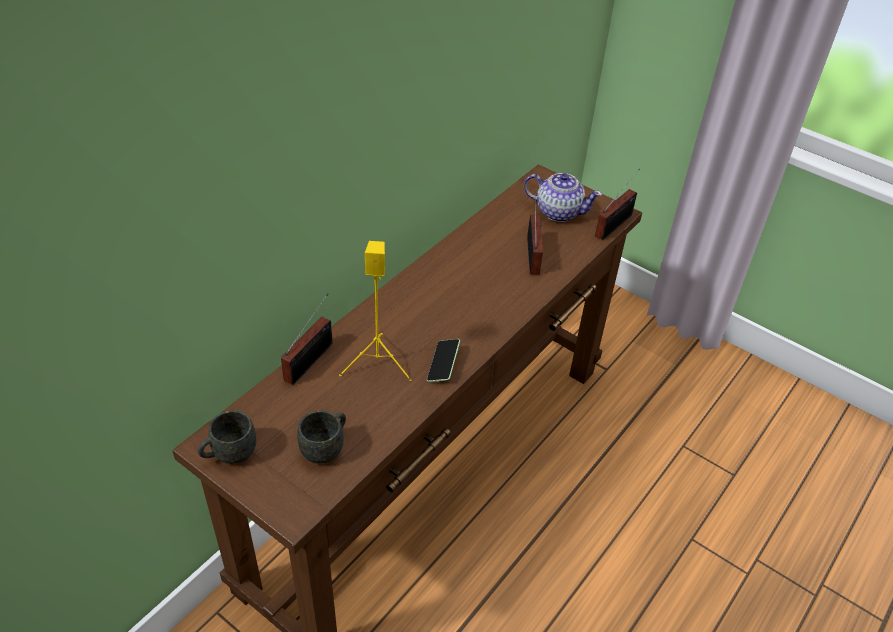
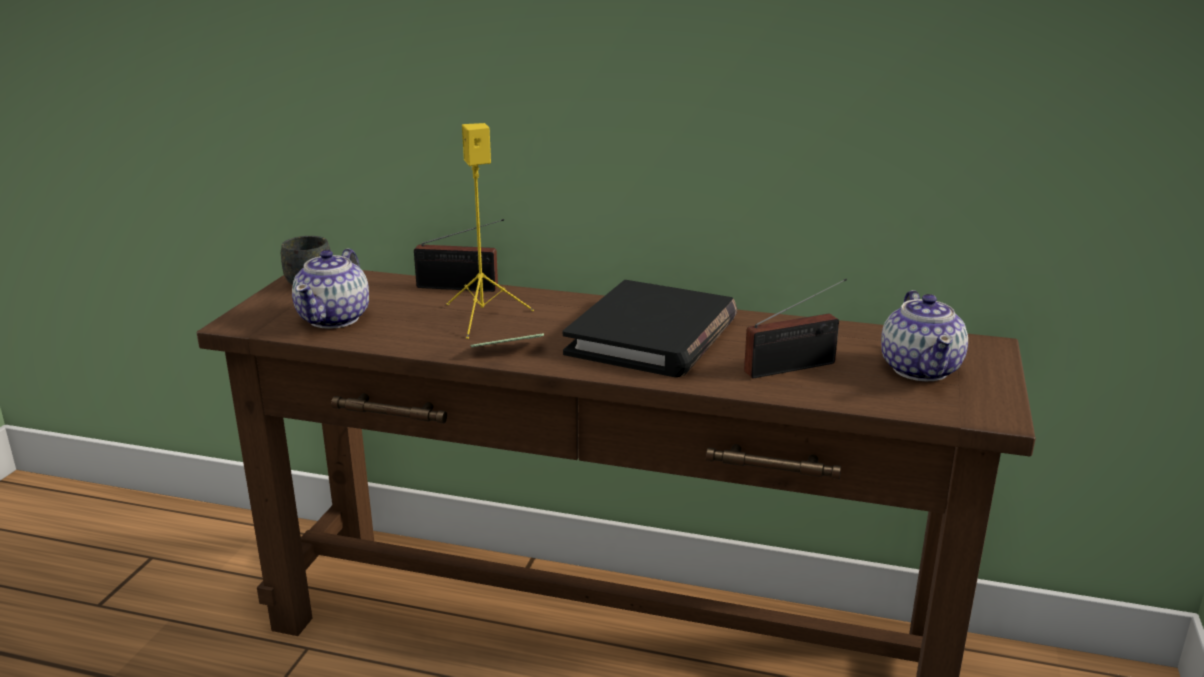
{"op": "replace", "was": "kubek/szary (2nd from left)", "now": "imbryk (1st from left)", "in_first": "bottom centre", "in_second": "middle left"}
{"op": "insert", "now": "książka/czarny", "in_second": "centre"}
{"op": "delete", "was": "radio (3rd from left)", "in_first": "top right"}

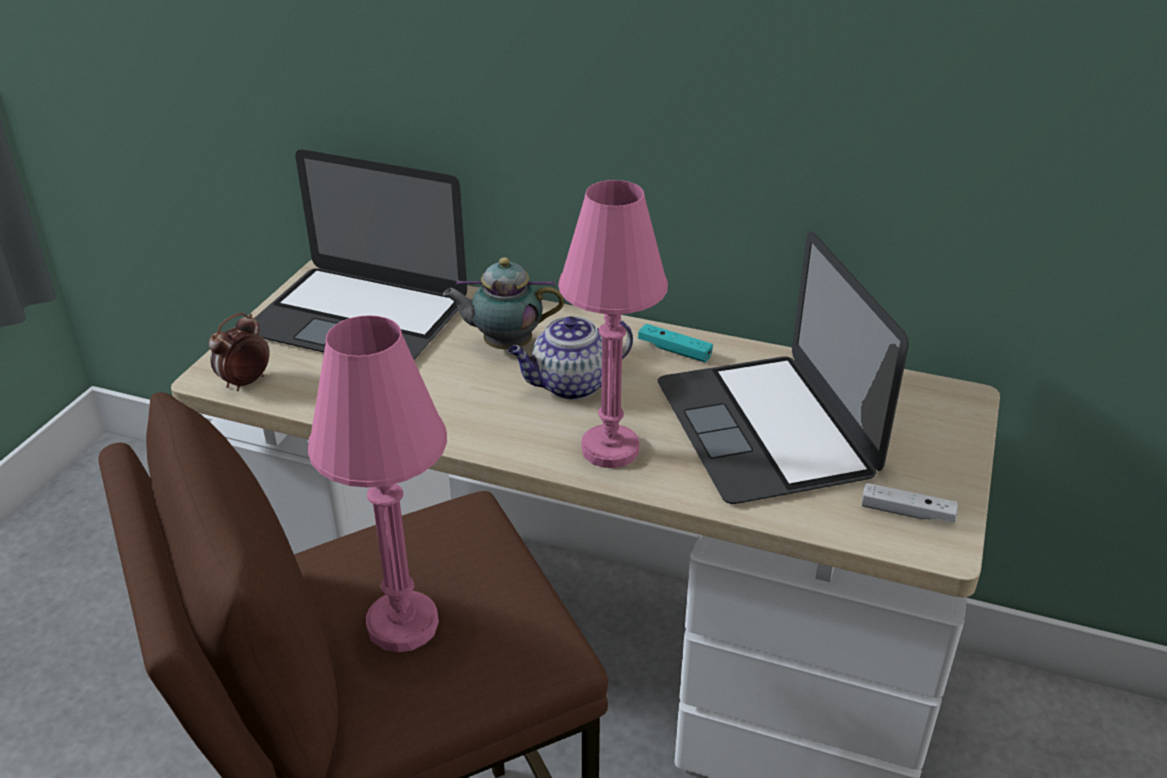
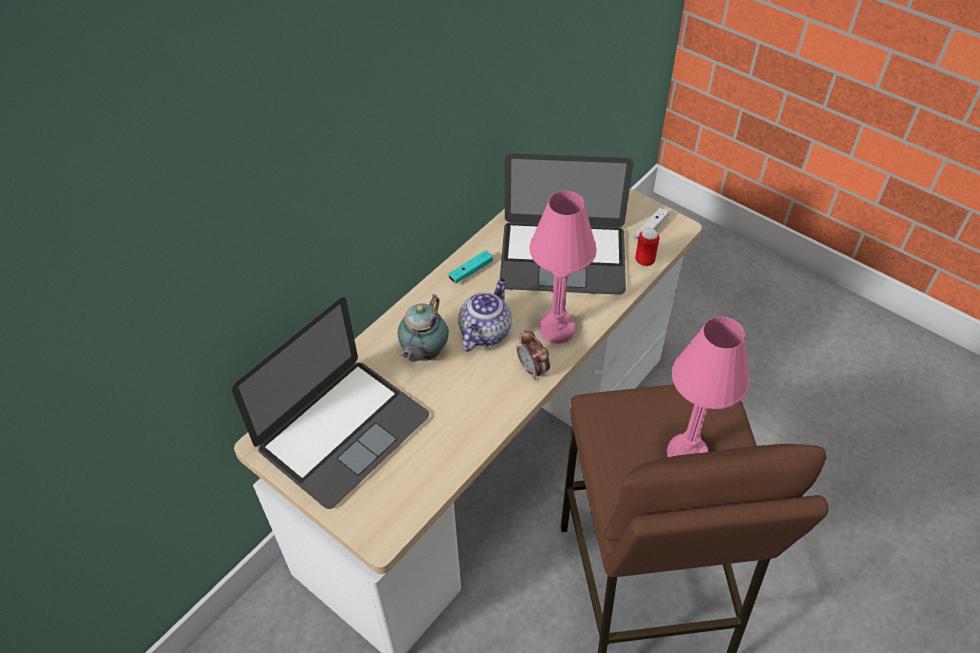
{"op": "rotate", "was": "imbryk (2nd from left)", "in_first": "centre", "in_second": "centre", "clockwise": -150}
{"op": "move", "was": "budzik", "in_first": "middle left", "in_second": "centre"}
{"op": "insert", "now": "puszka", "in_second": "centre"}

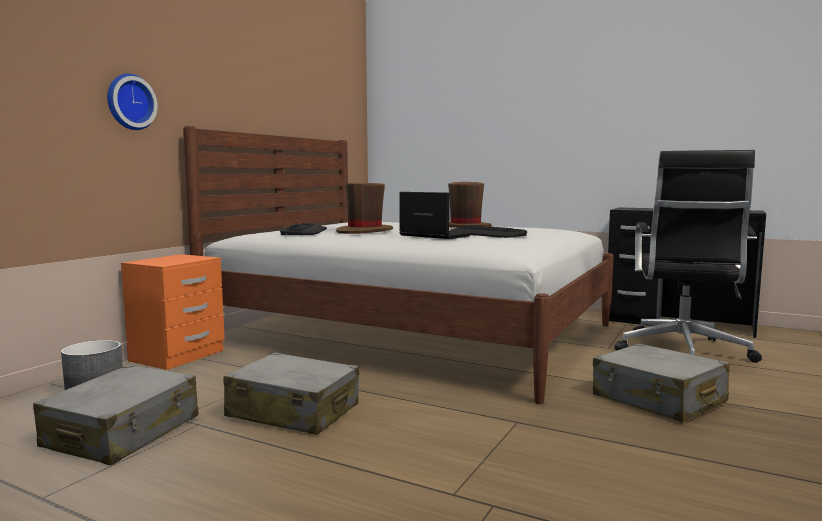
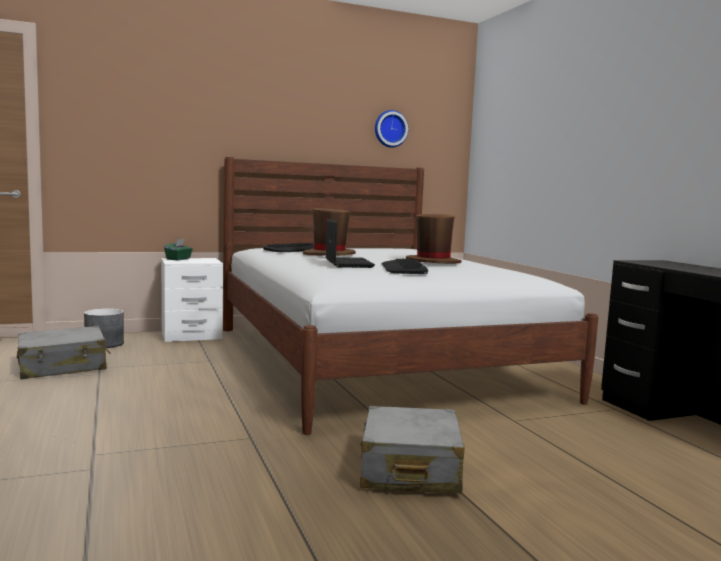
{"op": "recolor", "was": "szafka nocna/pomarańczowy", "now": "szafka nocna/biały", "in_first": "middle left", "in_second": "middle left"}
{"op": "insert", "now": "pudełko chusteczek/zielony", "in_second": "middle left"}
{"op": "move", "was": "zegar ścienny", "in_first": "top left", "in_second": "top centre"}
{"op": "delete", "was": "walizka/szary (2nd from left)", "in_first": "bottom centre"}
{"op": "delete", "was": "krzesło biurowe/czarny", "in_first": "middle right"}

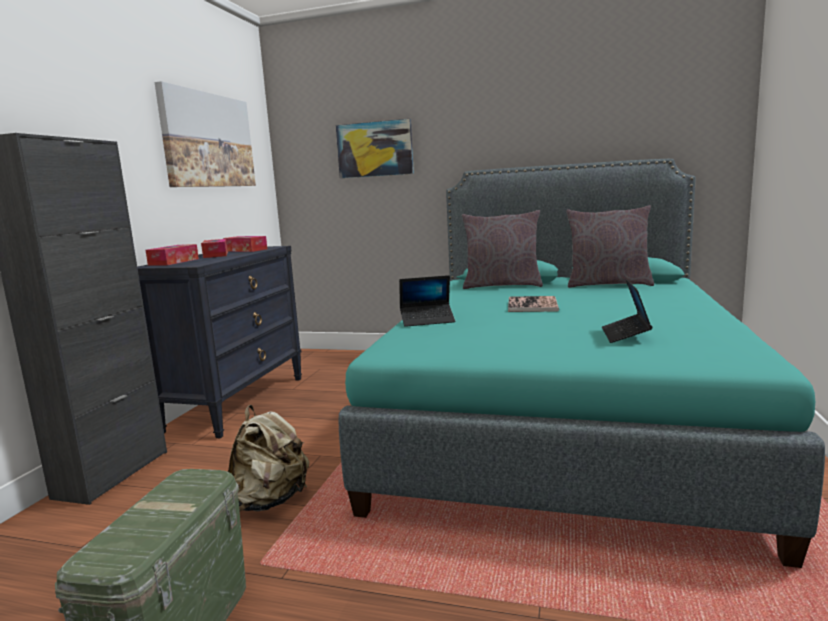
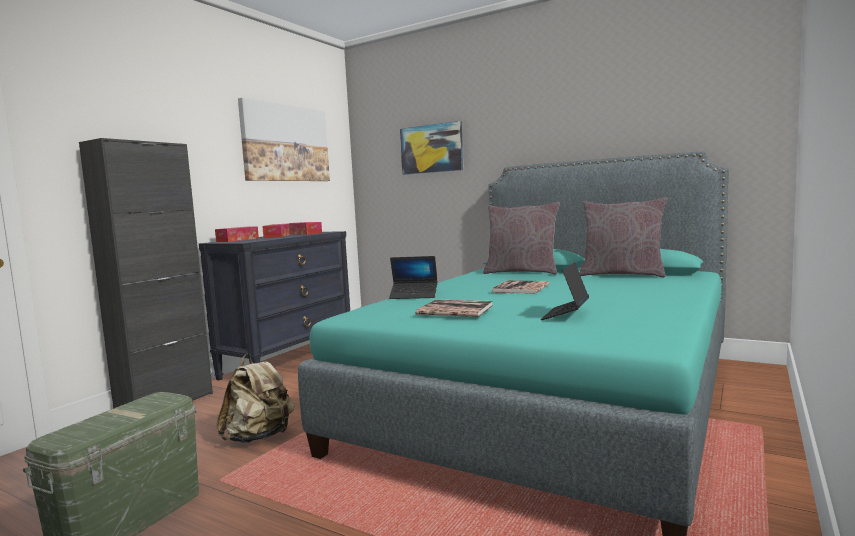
{"op": "insert", "now": "książka (1st from left)", "in_second": "centre"}

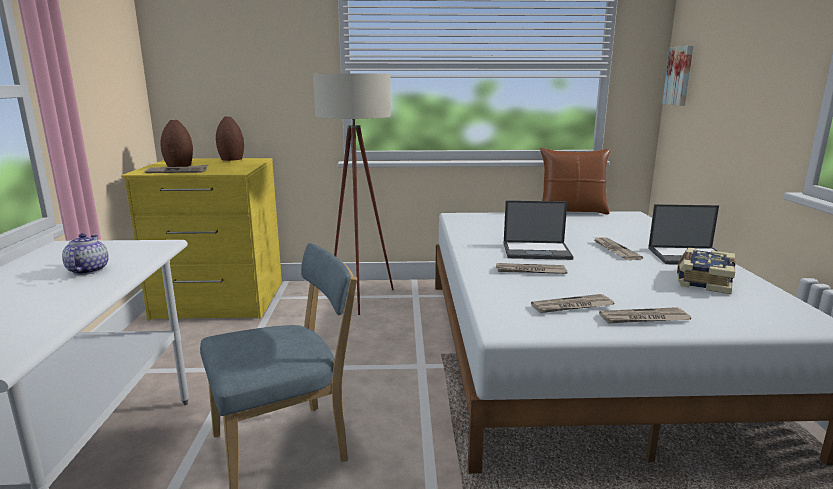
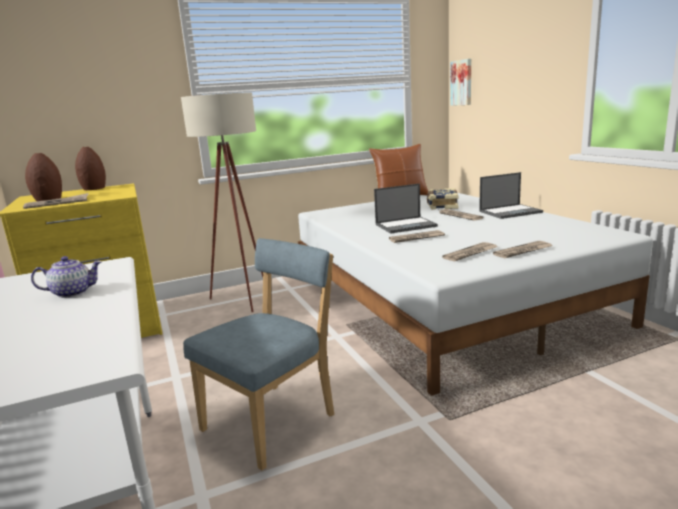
{"op": "rotate", "was": "imbryk", "in_first": "middle left", "in_second": "middle left", "clockwise": 105}
{"op": "move", "was": "książka", "in_first": "middle right", "in_second": "centre"}

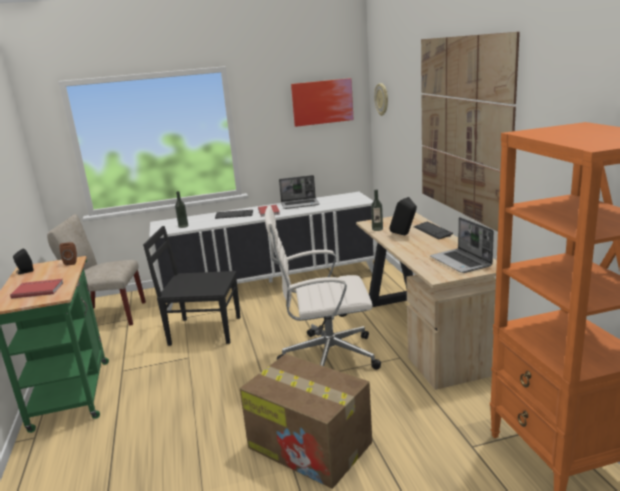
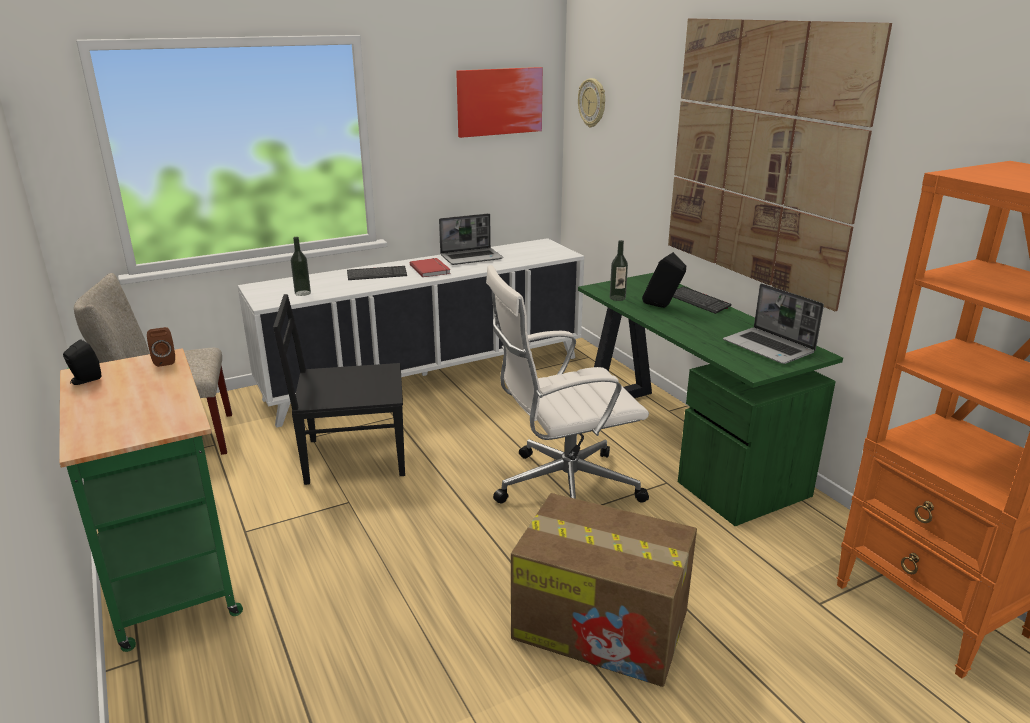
{"op": "recolor", "was": "biurko/beżowy", "now": "biurko/zielony", "in_first": "middle right", "in_second": "middle right"}
{"op": "delete", "was": "książka/czerwony (1st from left)", "in_first": "middle left"}

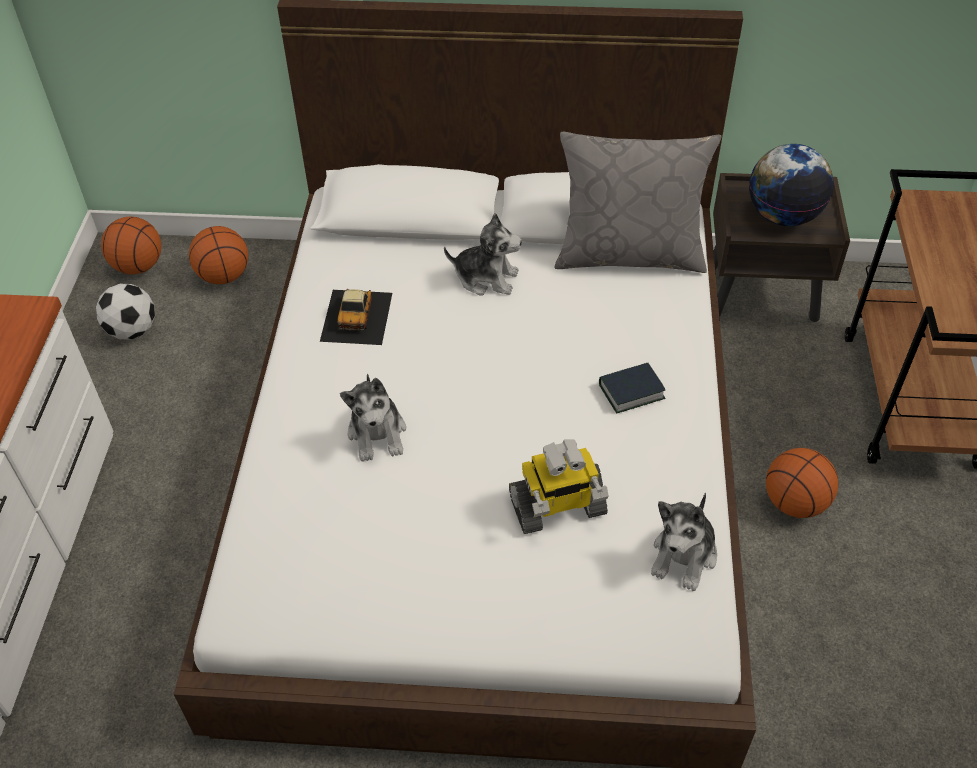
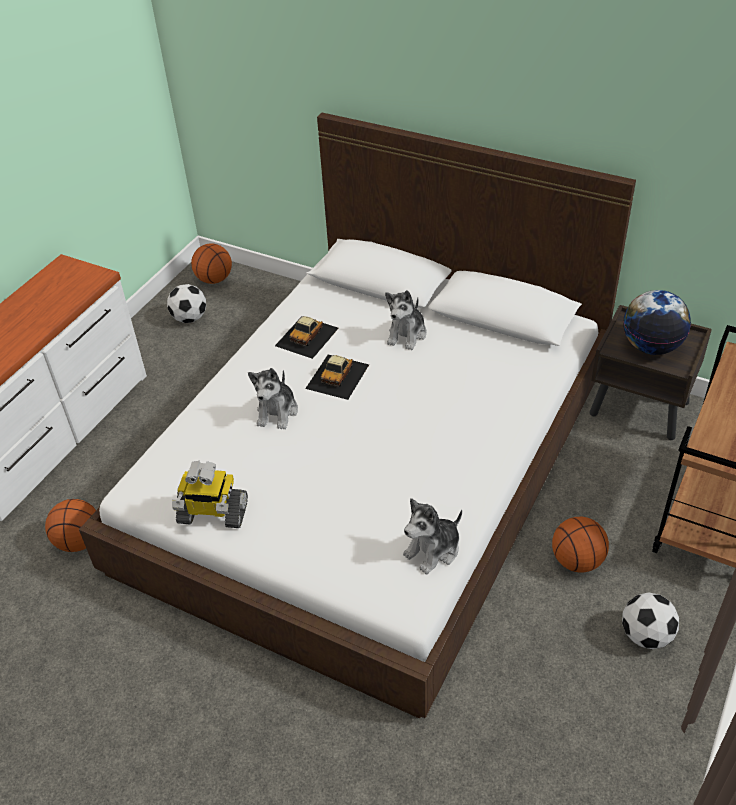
{"op": "move", "was": "piłka do koszykówki (2nd from left in the first image)", "now": "piłka do koszykówki (1st from left)", "in_first": "top left", "in_second": "middle left"}
{"op": "move", "was": "robot zabawkowy", "in_first": "centre", "in_second": "middle left"}
{"op": "insert", "now": "samochodzik (2nd from left)", "in_second": "centre"}
{"op": "rotate", "was": "pluszak (2nd from left)", "in_first": "top centre", "in_second": "centre", "clockwise": 75}
{"op": "insert", "now": "piłka futbolowa (2nd from left)", "in_second": "bottom right"}
{"op": "delete", "was": "poduszka/szary", "in_first": "top centre"}
{"op": "delete", "was": "książka", "in_first": "centre"}

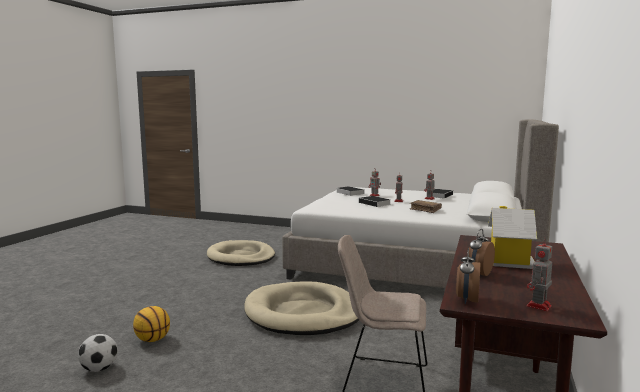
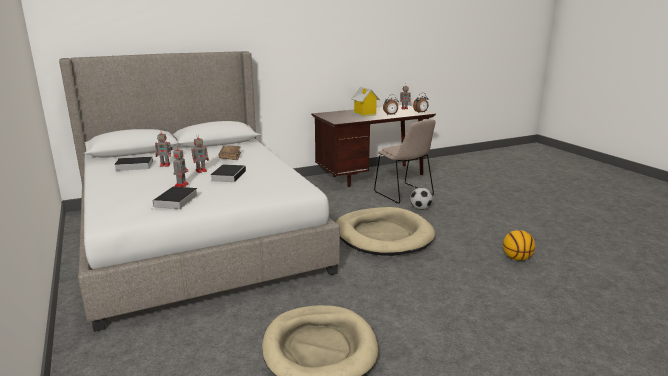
{"op": "move", "was": "piłka futbolowa", "in_first": "bottom left", "in_second": "centre"}

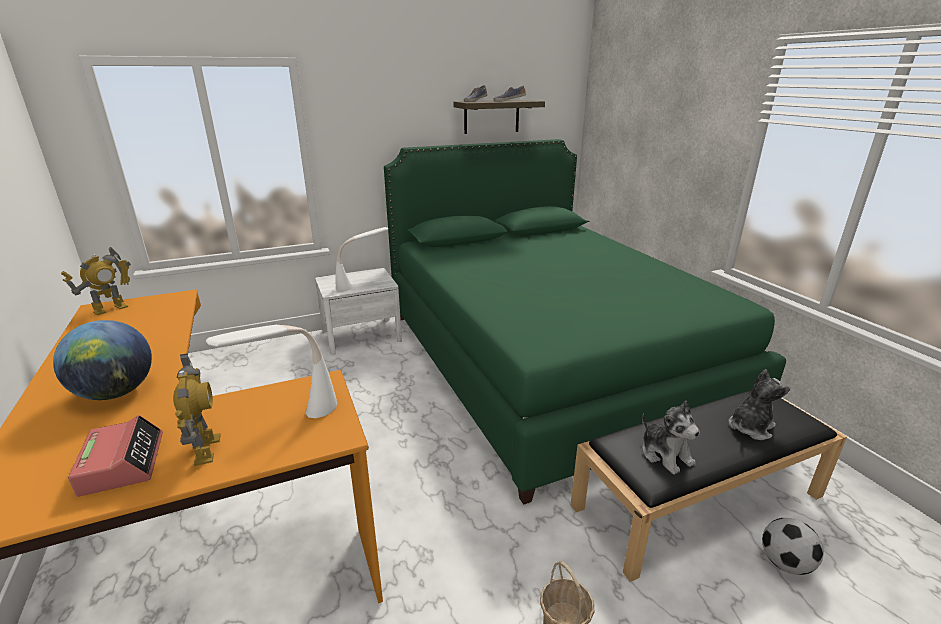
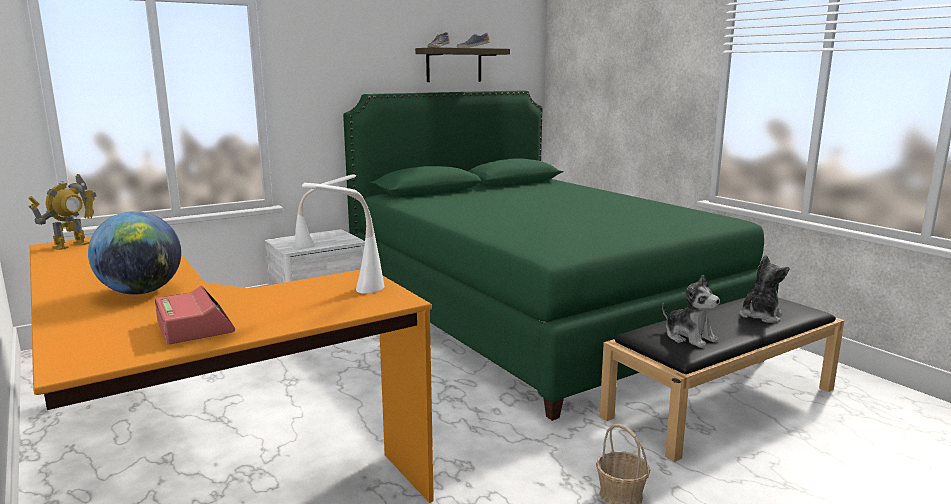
{"op": "delete", "was": "robot zabawkowy (2nd from left)", "in_first": "middle left"}
{"op": "delete", "was": "piłka futbolowa", "in_first": "bottom right"}

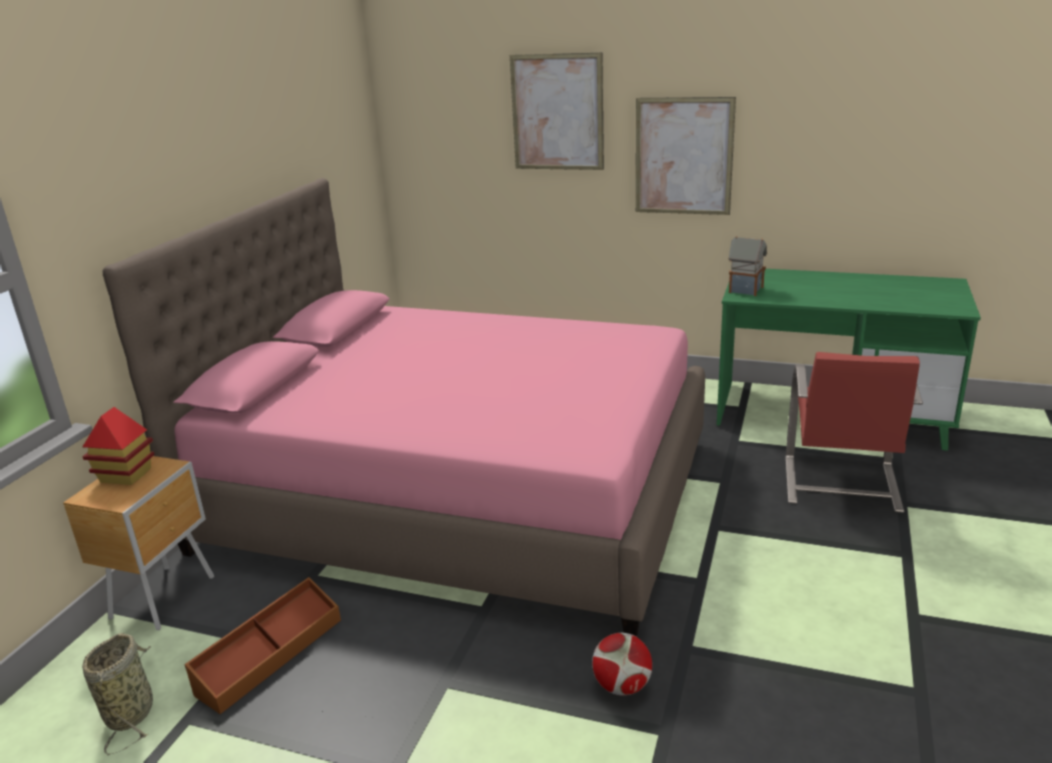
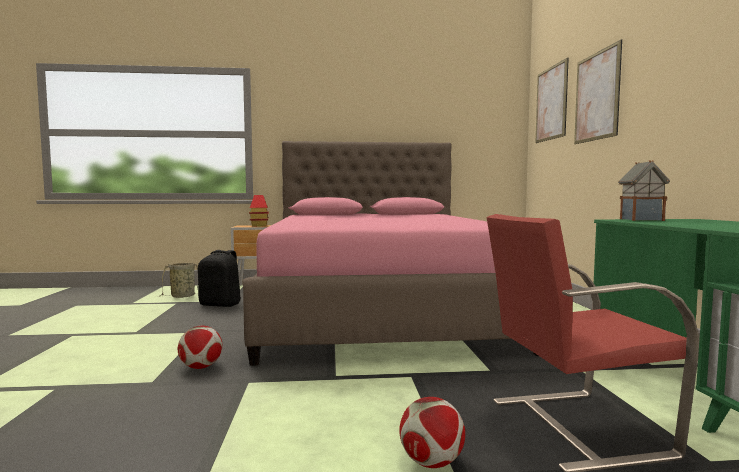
{"op": "replace", "was": "pojemnik do przechowywania/brązowy", "now": "plecak/czarny", "in_first": "bottom left", "in_second": "middle left"}
{"op": "insert", "now": "piłka futbolowa (2nd from left)", "in_second": "bottom centre"}
{"op": "move", "was": "obraz (2nd from left in the first image)", "now": "obraz (1st from left)", "in_first": "top centre", "in_second": "top right"}

